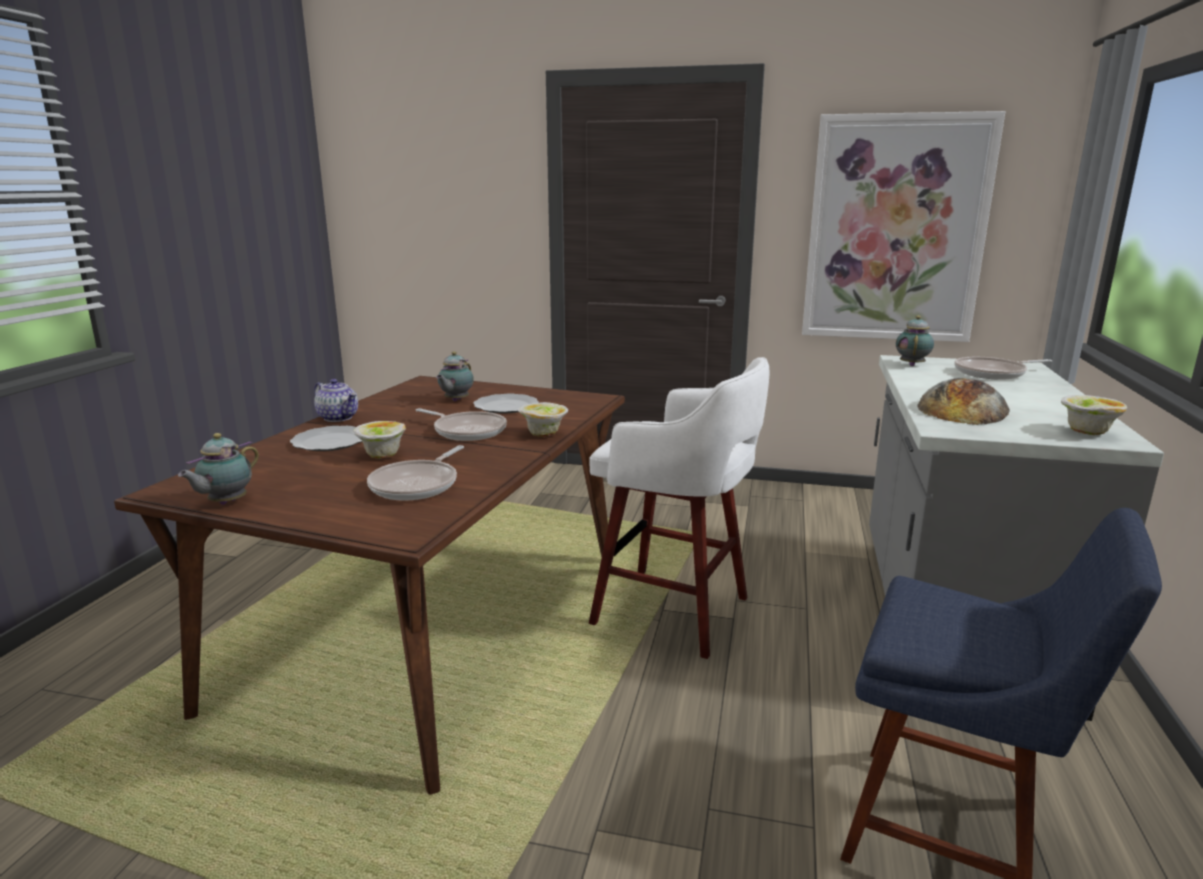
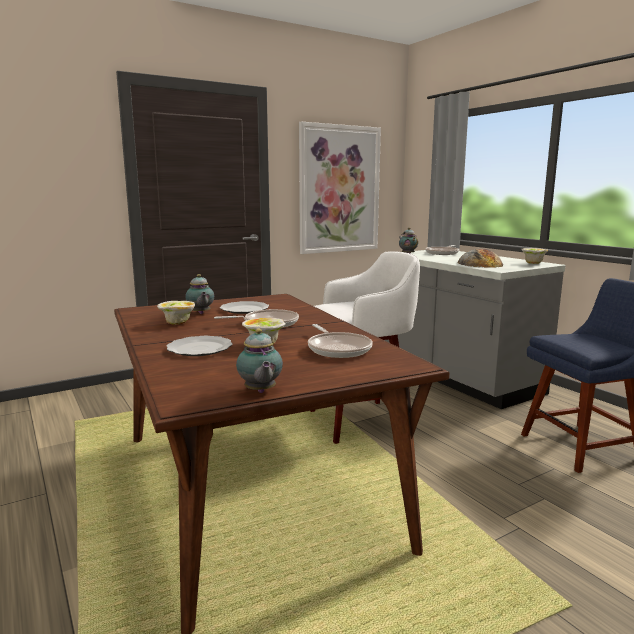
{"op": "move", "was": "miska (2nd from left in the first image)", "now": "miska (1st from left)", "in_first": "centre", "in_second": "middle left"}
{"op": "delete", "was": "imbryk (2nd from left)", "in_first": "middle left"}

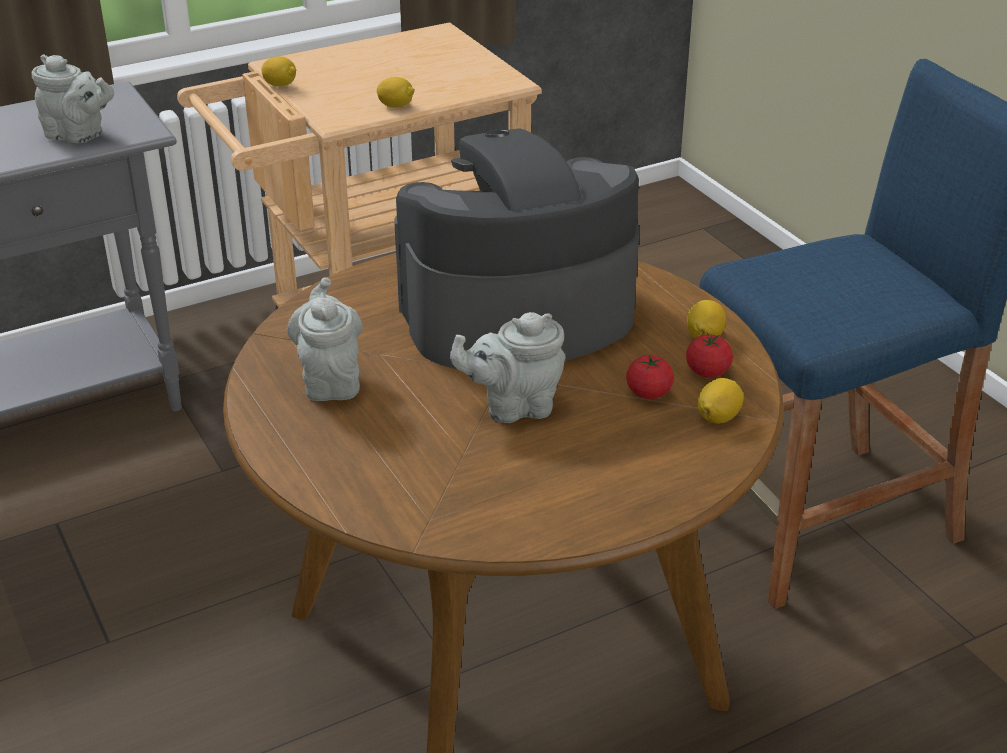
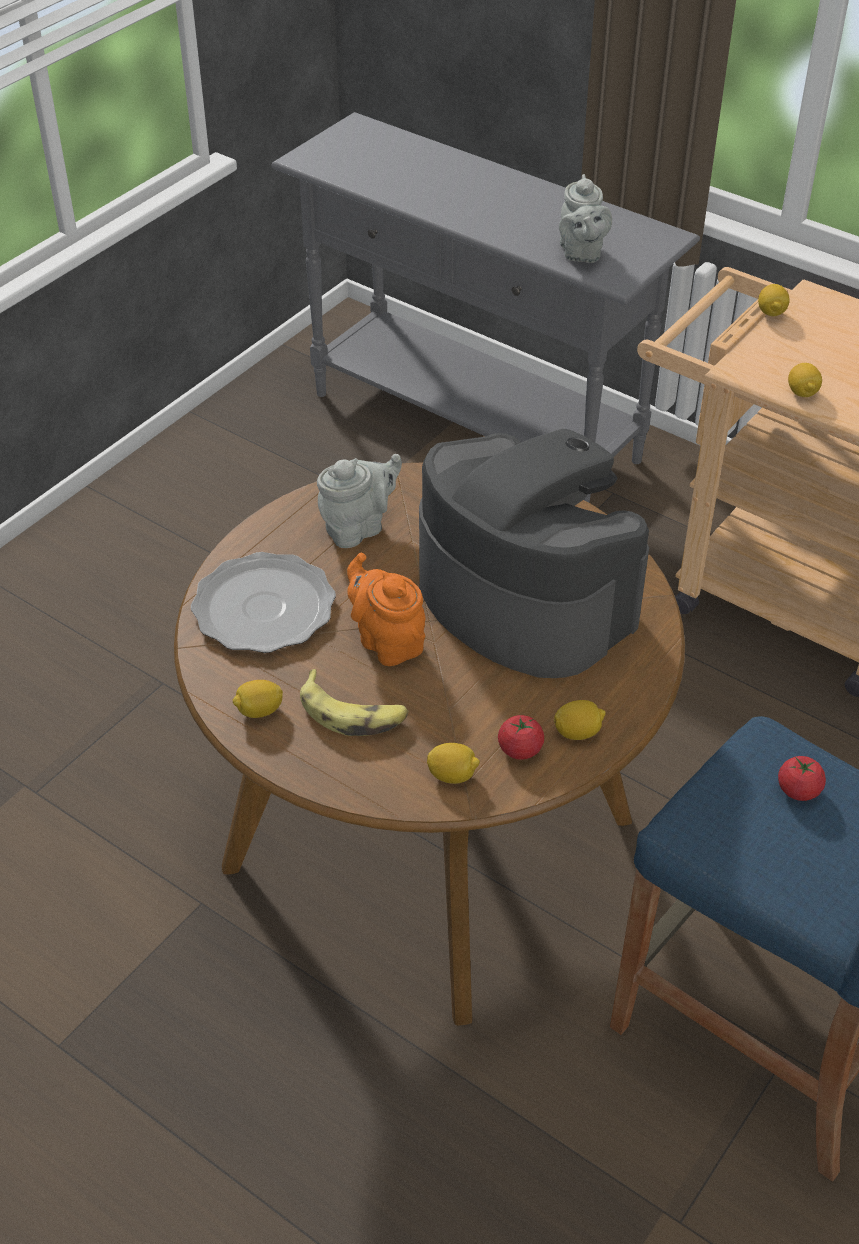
{"op": "insert", "now": "talerz", "in_second": "middle left"}
{"op": "insert", "now": "cytryna (1st from left)", "in_second": "middle left"}
{"op": "insert", "now": "banan", "in_second": "centre"}
{"op": "recolor", "was": "imbryk/szary (3rd from left)", "now": "imbryk/pomarańczowy", "in_first": "centre", "in_second": "centre"}
{"op": "move", "was": "pomidor (1st from left in the first image)", "now": "pomidor (2nd from left)", "in_first": "centre", "in_second": "middle right"}

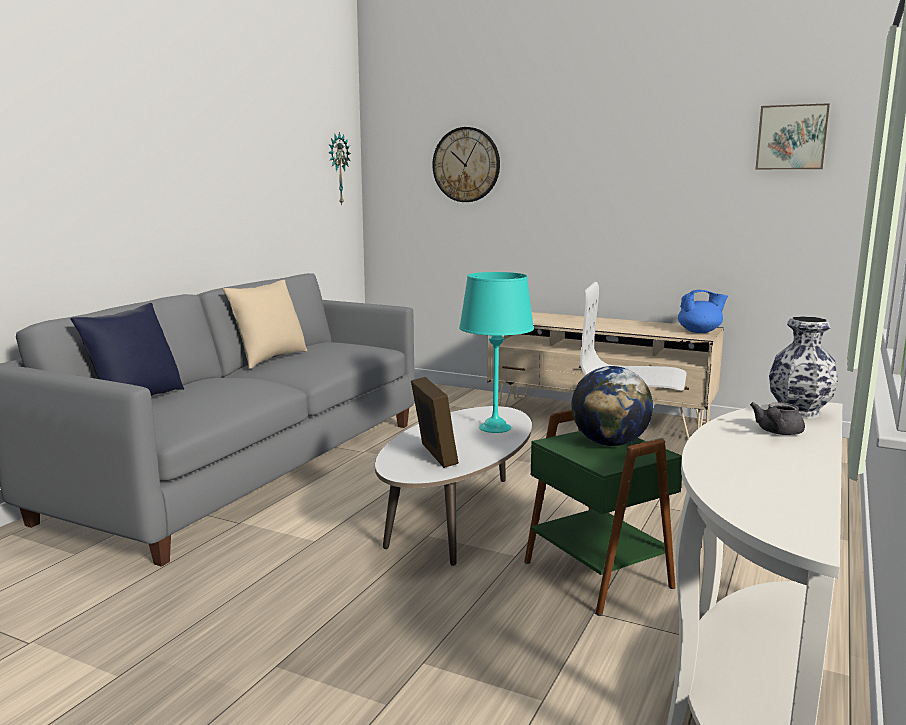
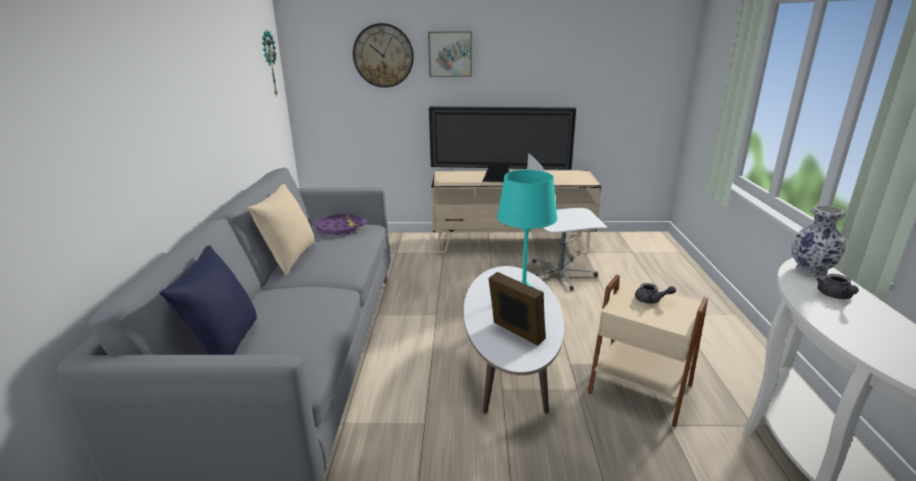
{"op": "insert", "now": "taca/fioletowy", "in_second": "centre"}
{"op": "move", "was": "obraz", "in_first": "top right", "in_second": "top centre"}
{"op": "insert", "now": "telewizor", "in_second": "top centre"}
{"op": "recolor", "was": "stolik/zielony", "now": "stolik/beżowy", "in_first": "bottom centre", "in_second": "bottom right"}
{"op": "replace", "was": "globus", "now": "imbryk/szary (1st from left)", "in_first": "middle right", "in_second": "middle right"}
{"op": "delete", "was": "imbryk/niebieski", "in_first": "middle right"}

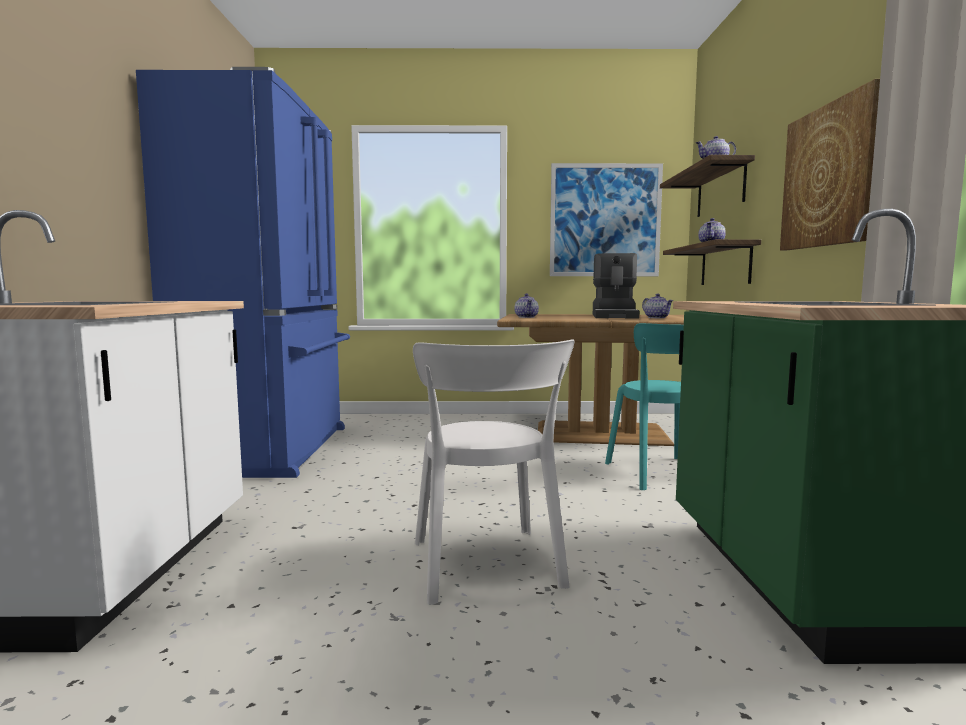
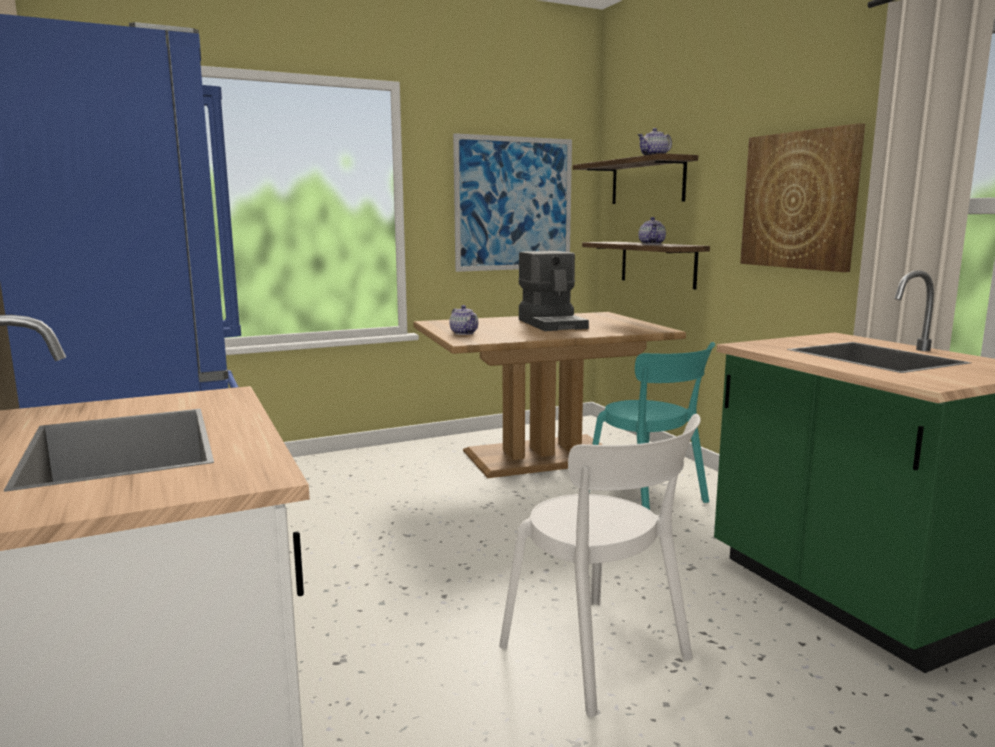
{"op": "delete", "was": "imbryk (2nd from left)", "in_first": "middle right"}

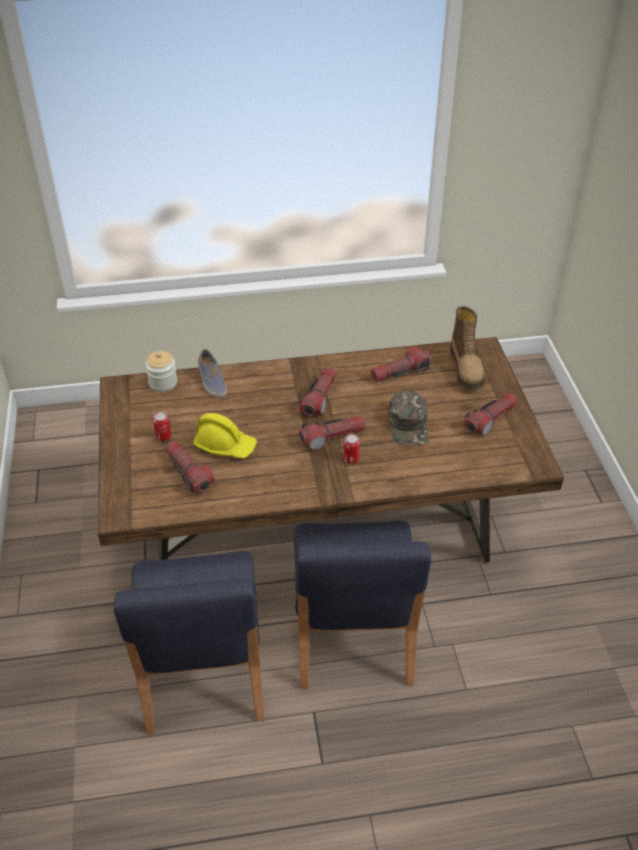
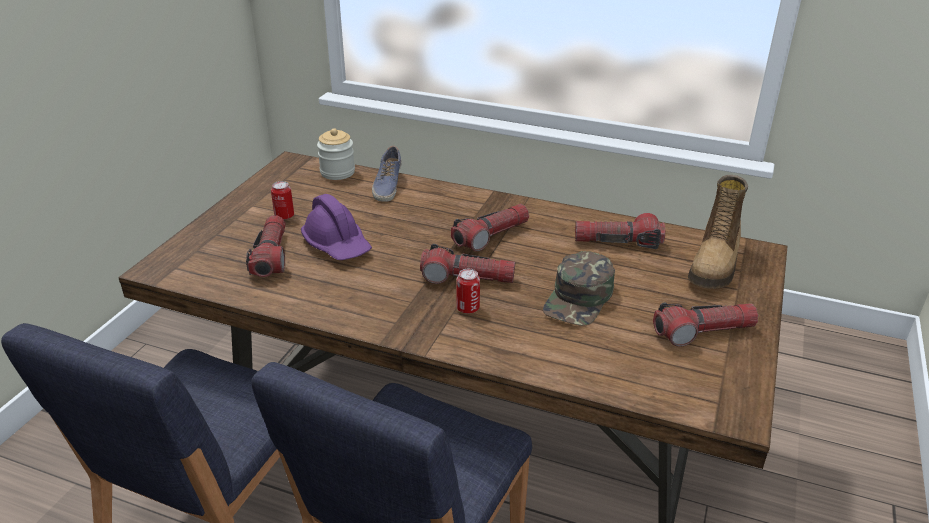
{"op": "recolor", "was": "kask/żółty", "now": "kask/fioletowy", "in_first": "centre", "in_second": "centre"}

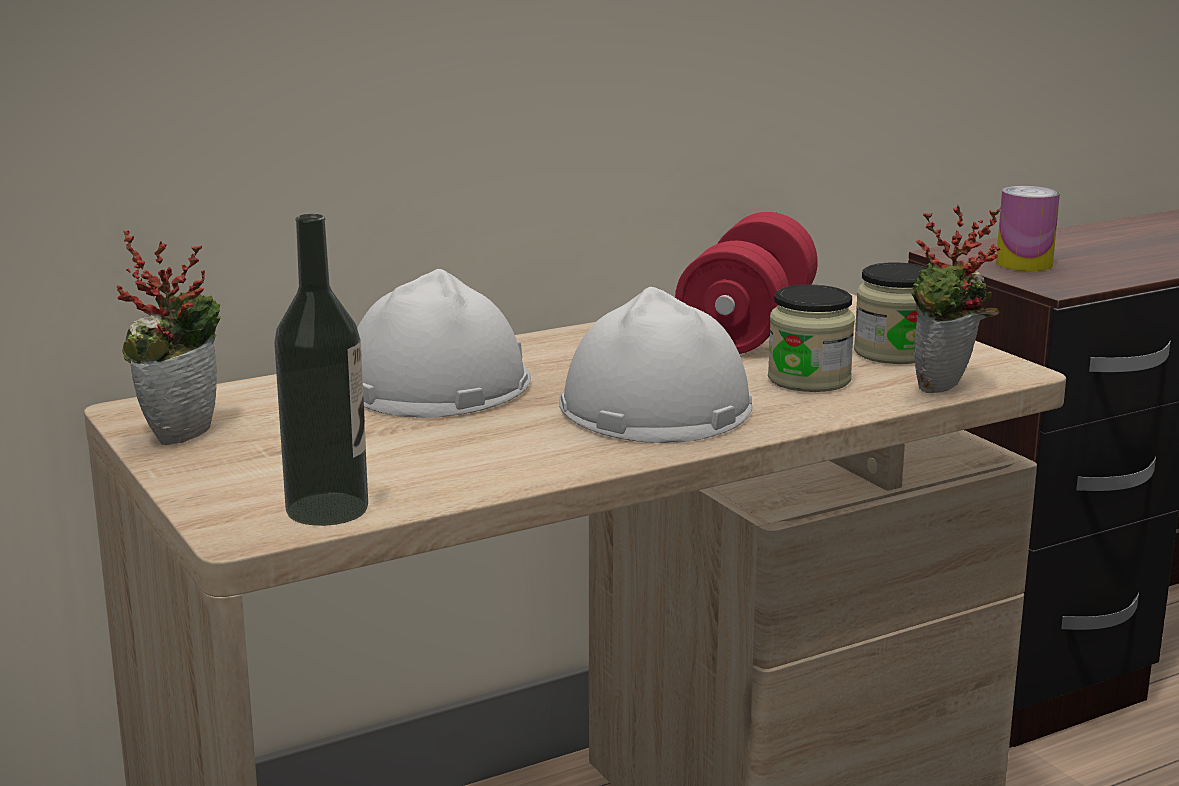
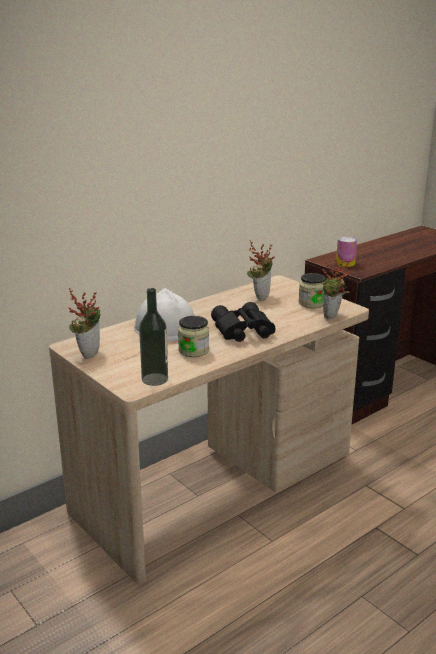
{"op": "move", "was": "słoik (1st from left)", "in_first": "middle right", "in_second": "centre"}
{"op": "replace", "was": "kask/biały (2nd from left)", "now": "lornetka/czarny", "in_first": "centre", "in_second": "centre"}
{"op": "replace", "was": "hantel/czerwony", "now": "roślina doniczkowa (2nd from left)", "in_first": "centre", "in_second": "centre"}

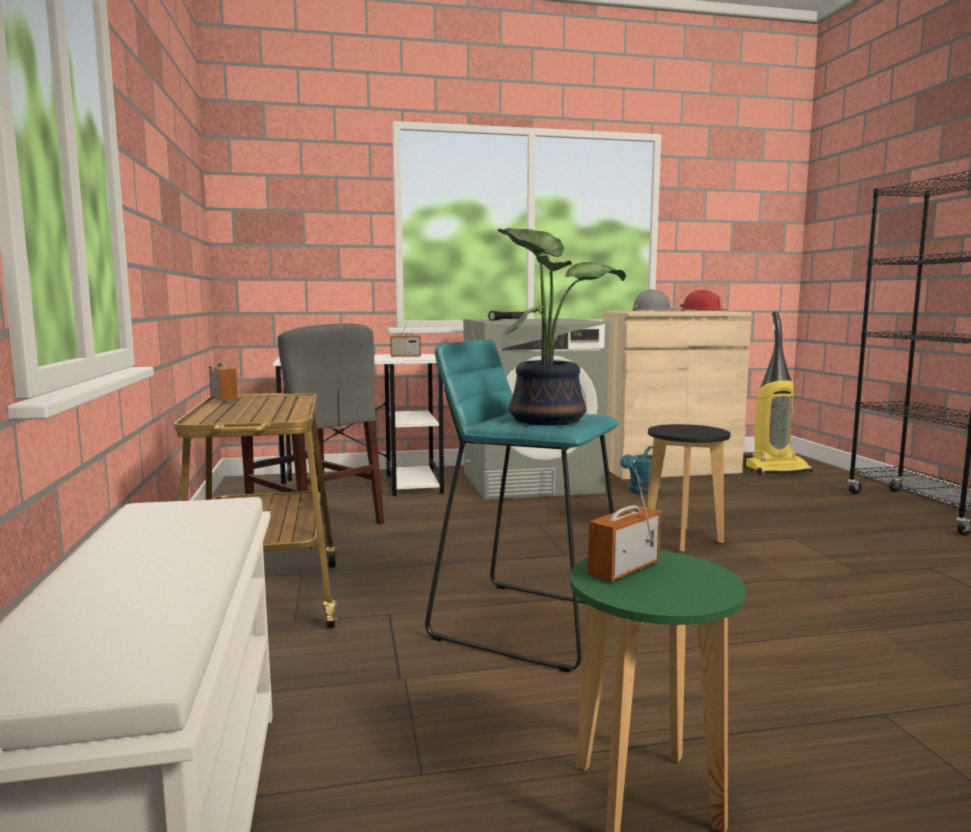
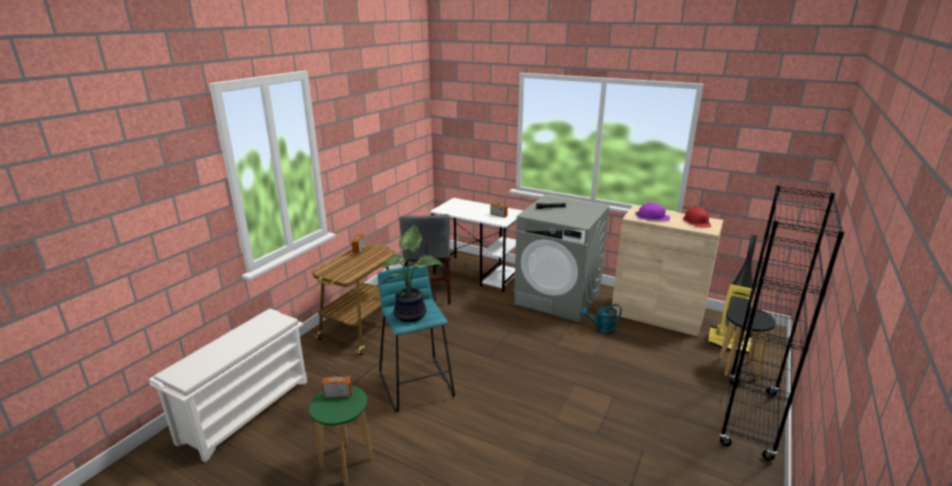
{"op": "recolor", "was": "kask/szary", "now": "kask/fioletowy", "in_first": "middle right", "in_second": "middle right"}
{"op": "move", "was": "stołek/czarny", "in_first": "middle right", "in_second": "bottom right"}

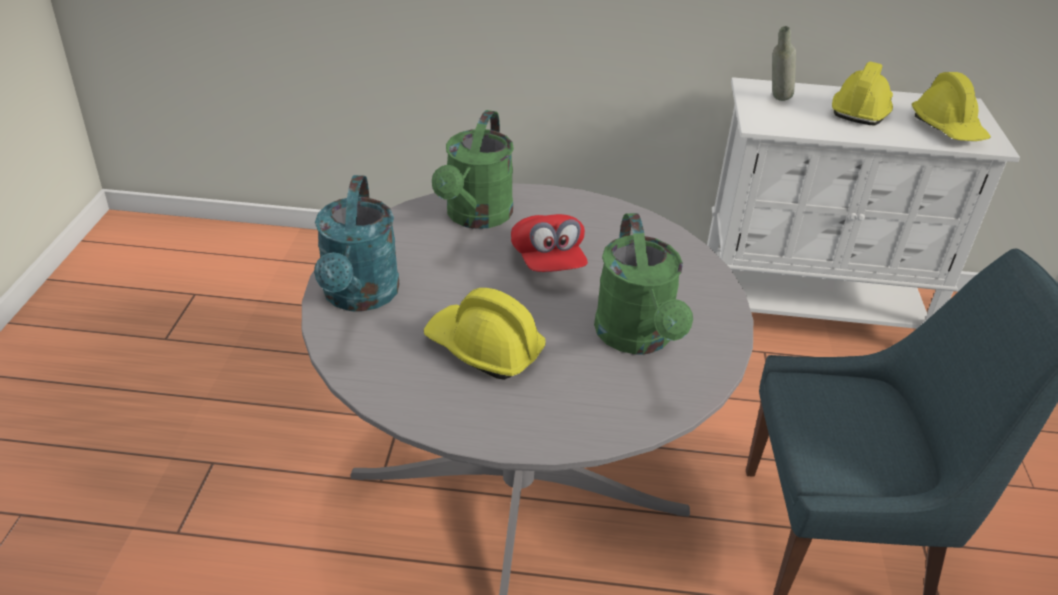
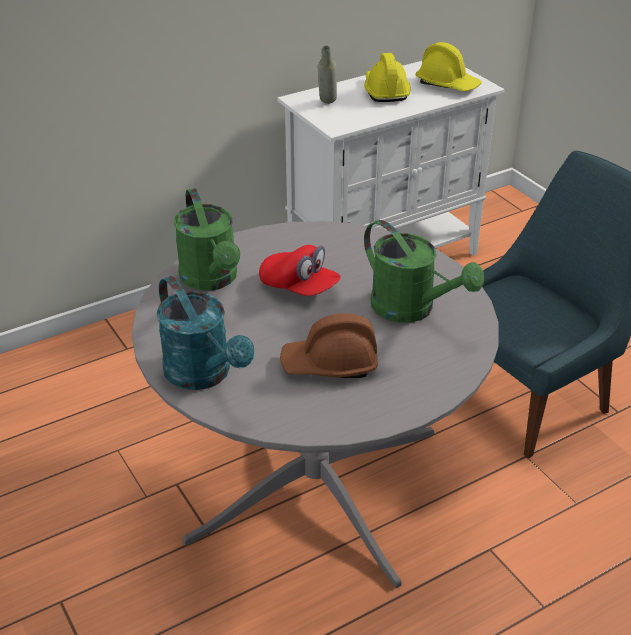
{"op": "recolor", "was": "kask/żółty (1st from left)", "now": "kask/brązowy", "in_first": "centre", "in_second": "centre"}

